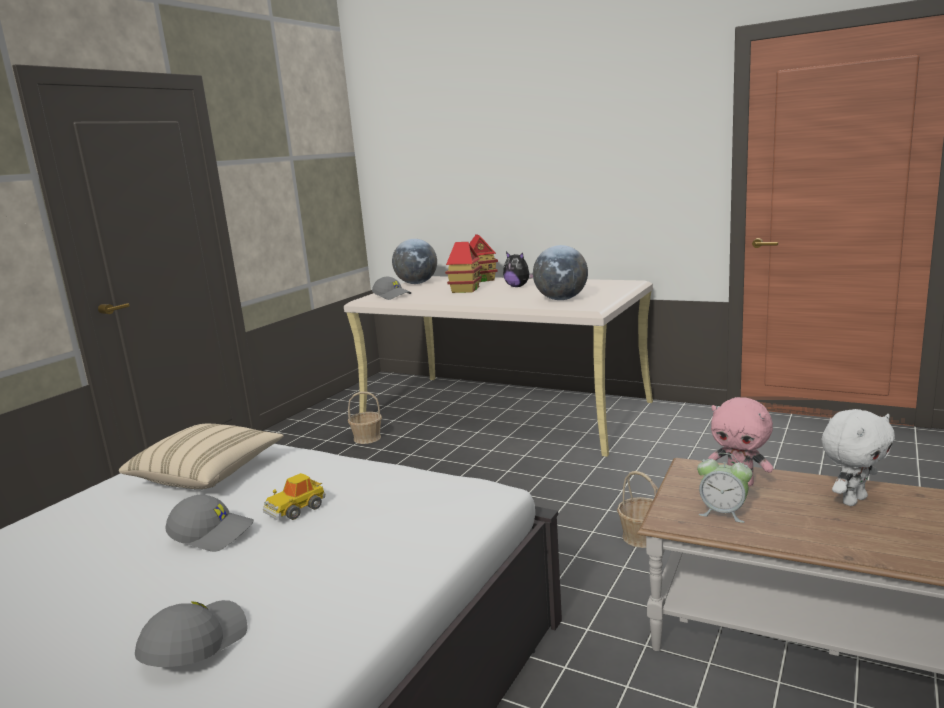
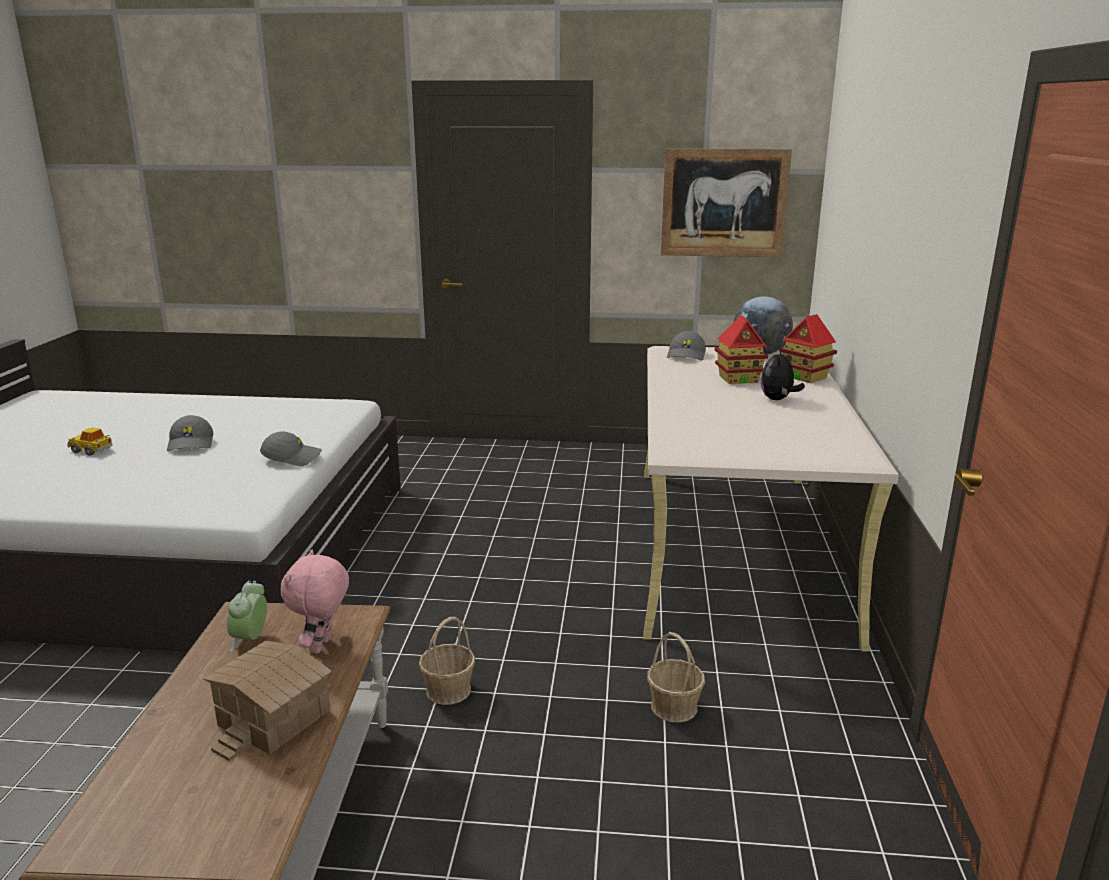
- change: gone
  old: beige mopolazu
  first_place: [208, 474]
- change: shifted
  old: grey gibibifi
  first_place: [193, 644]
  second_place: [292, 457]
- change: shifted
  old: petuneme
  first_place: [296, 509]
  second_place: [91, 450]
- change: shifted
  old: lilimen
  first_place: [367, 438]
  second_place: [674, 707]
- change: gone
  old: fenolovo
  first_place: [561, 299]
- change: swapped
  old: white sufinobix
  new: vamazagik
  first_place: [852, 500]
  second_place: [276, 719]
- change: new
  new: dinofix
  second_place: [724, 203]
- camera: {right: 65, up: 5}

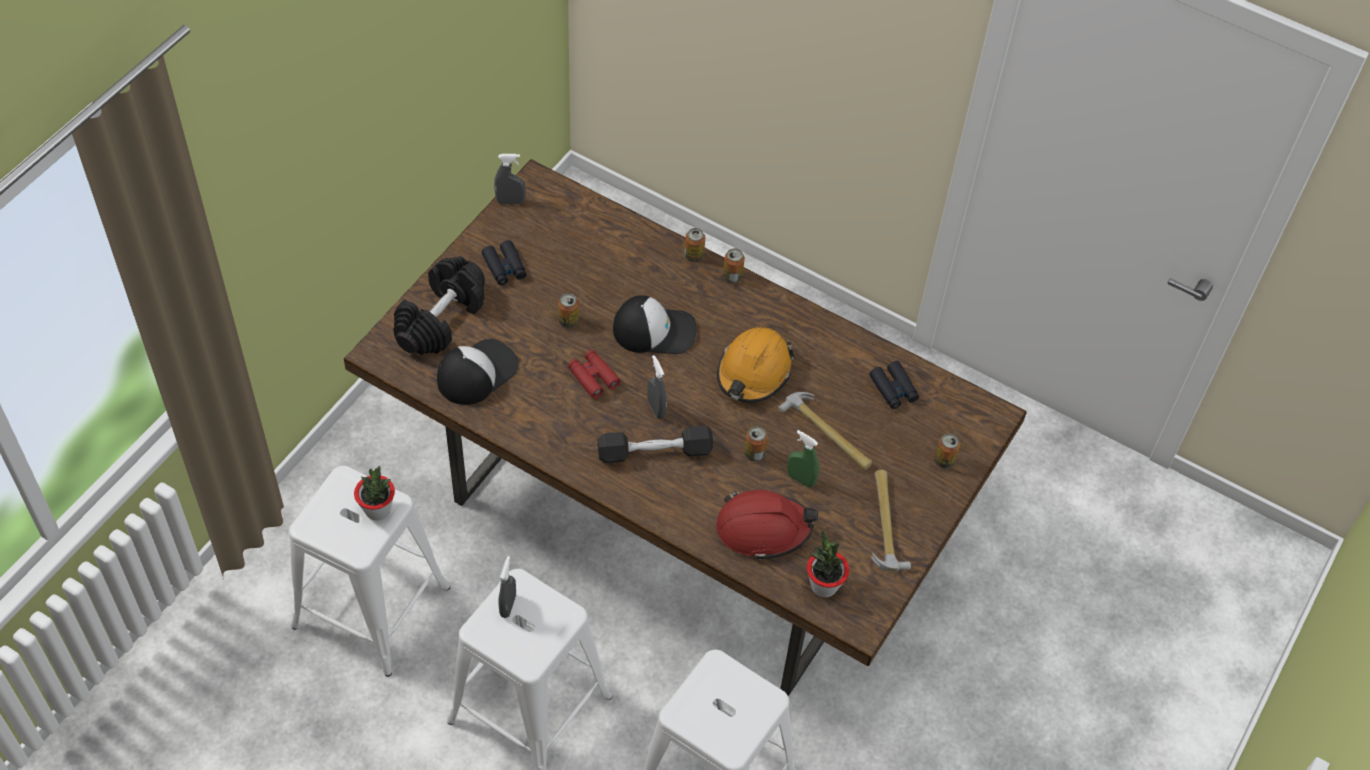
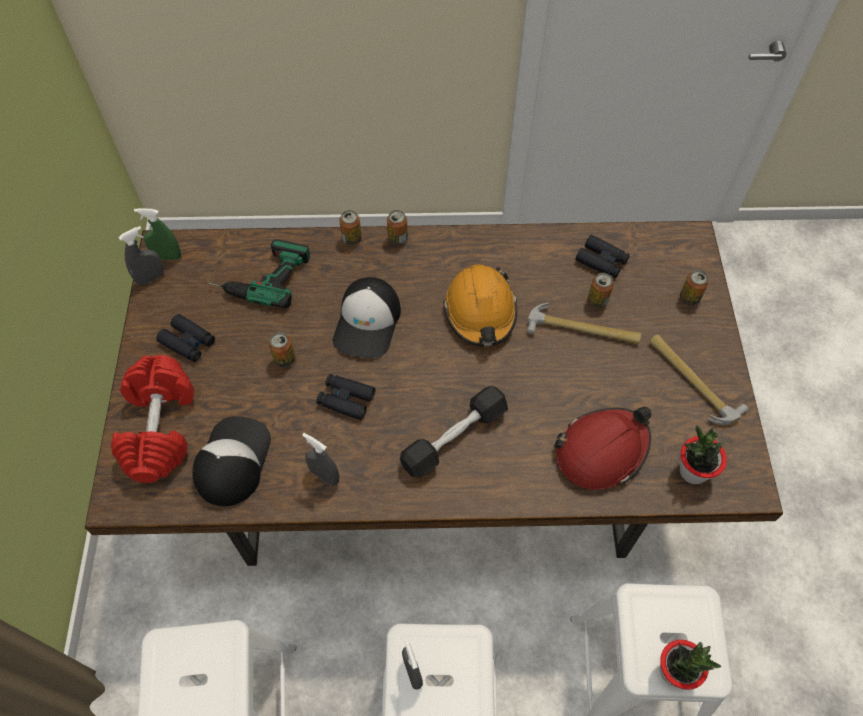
- change: shifted
  old: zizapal
  first_place: [377, 510]
  second_place: [674, 671]
- change: repainted
  old: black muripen
  new: red muripen
  first_place: [441, 320]
  second_place: [161, 428]
- change: repainted
  old: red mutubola
  new: black mutubola
  first_place: [593, 377]
  second_place: [346, 399]
- change: rotated
  old: gibibifi
  first_place: [655, 330]
  second_place: [368, 323]
  degrees: 135
- change: shifted
  old: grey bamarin
  first_place: [656, 408]
  second_place: [324, 476]
- change: shifted
  old: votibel
  first_place: [754, 453]
  second_place: [597, 301]
- change: shifted
  old: green bamarin
  first_place: [801, 479]
  second_place: [167, 256]
- change: new
  new: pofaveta
  second_place: [259, 275]
- camera: {right: -30, up: 5}

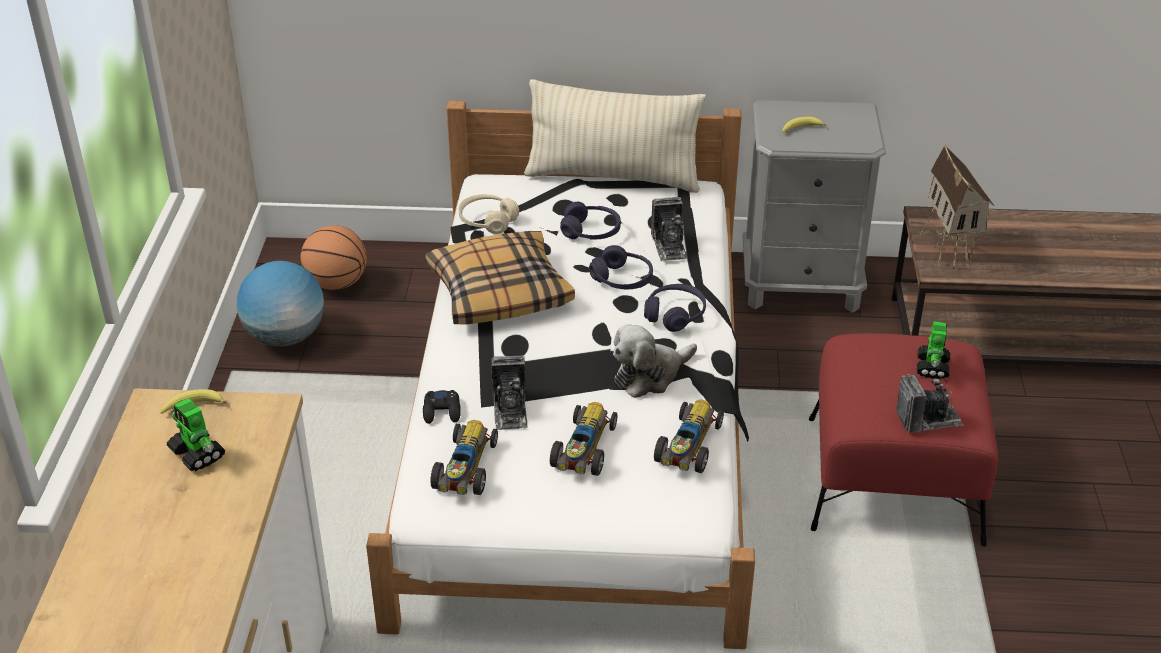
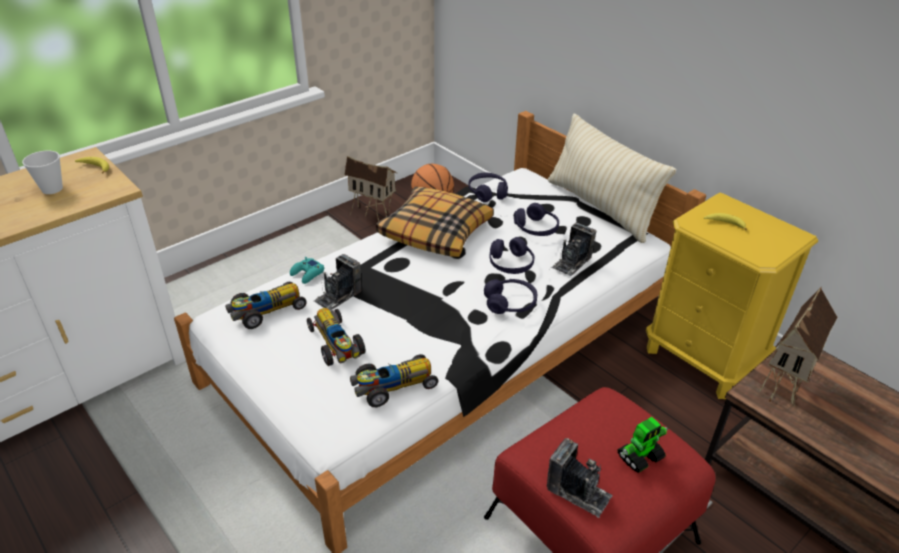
- change: swapped
  old: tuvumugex
  new: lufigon
  first_place: [197, 454]
  second_place: [52, 189]
- change: swapped
  old: fenolovo
  new: vamazagik
  first_place: [286, 337]
  second_place: [373, 214]
- change: repainted
  old: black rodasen
  new: turquoise rodasen
  first_place: [442, 411]
  second_place: [307, 274]
- change: repainted
  old: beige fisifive
  new: purple fisifive
  first_place: [487, 221]
  second_place: [487, 193]
- change: rotated
  old: petuneme
  first_place: [584, 451]
  second_place: [336, 345]
  degrees: -90
- change: gone
  old: sufinobix
  first_place: [650, 375]
- change: repainted
  old: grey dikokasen
  new: yellow dikokasen
  first_place: [801, 285]
  second_place: [703, 358]
- camera: {right: 45, up: 0}

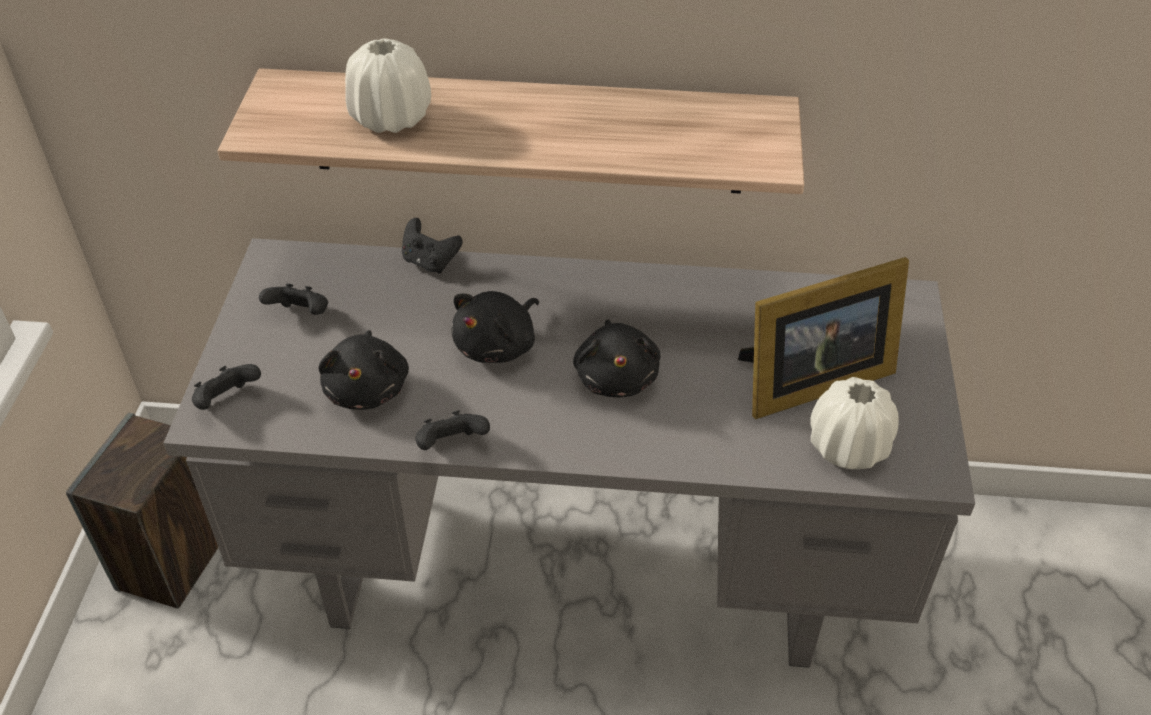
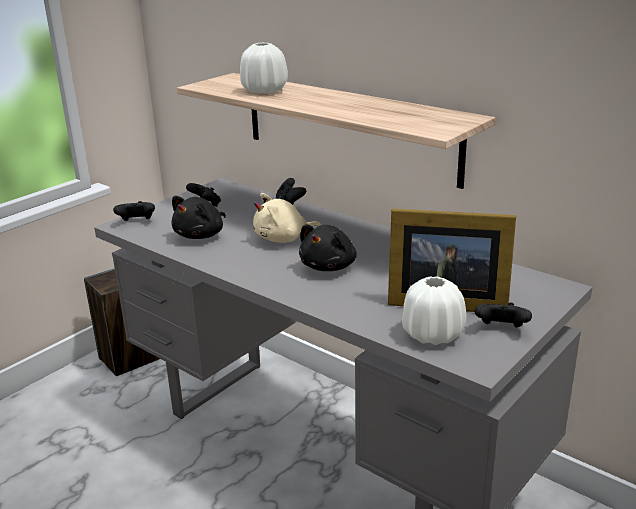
- change: shifted
  old: black rodasen
  first_place: [452, 445]
  second_place: [501, 329]
- change: repainted
  old: black sufinobix
  new: beige sufinobix
  first_place: [498, 345]
  second_place: [283, 239]
- camera: {right: 35, up: -20}

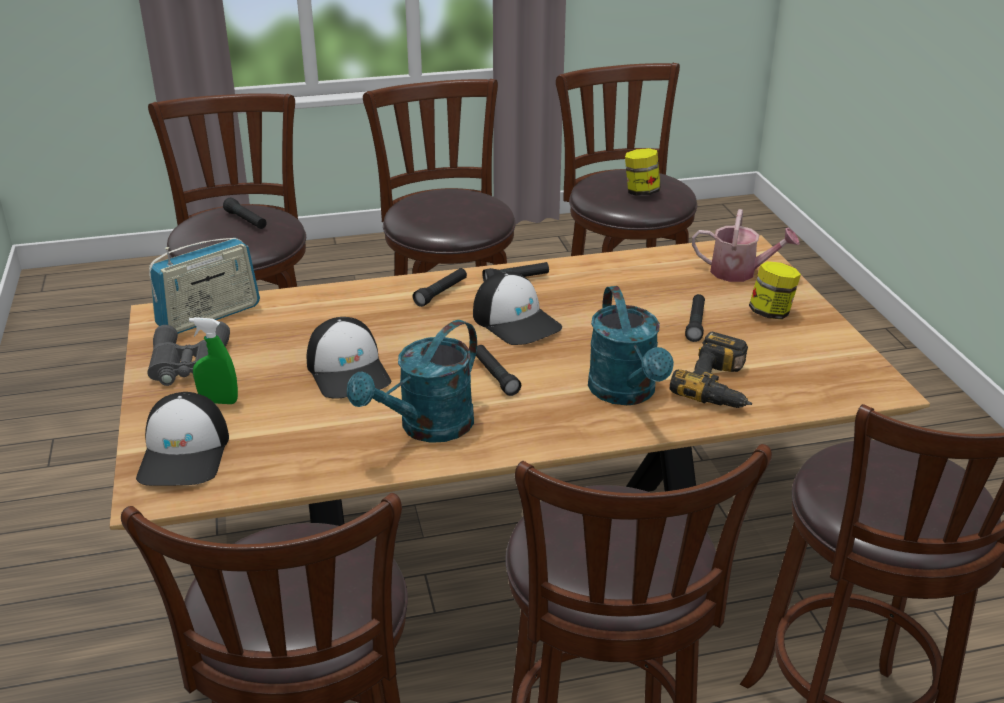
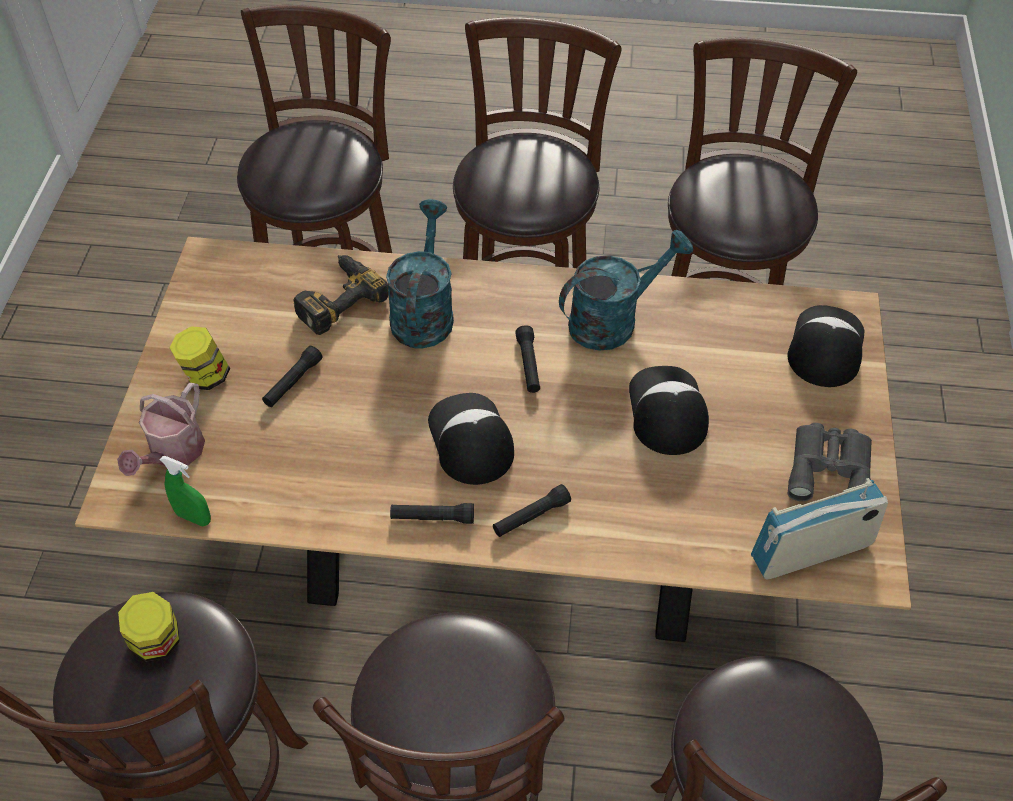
- change: shifted
  old: green bamarin
  first_place: [219, 401]
  second_place: [194, 517]
- change: gone
  old: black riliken
  first_place: [246, 220]
- change: rotated
  old: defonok
  first_place: [740, 272]
  second_place: [173, 453]
  degrees: -105
- camera: {right: -160, up: 20}

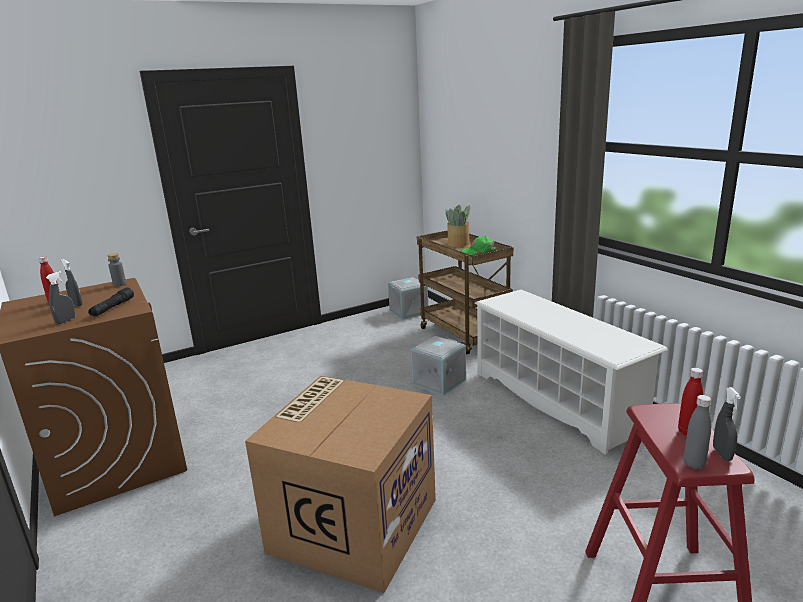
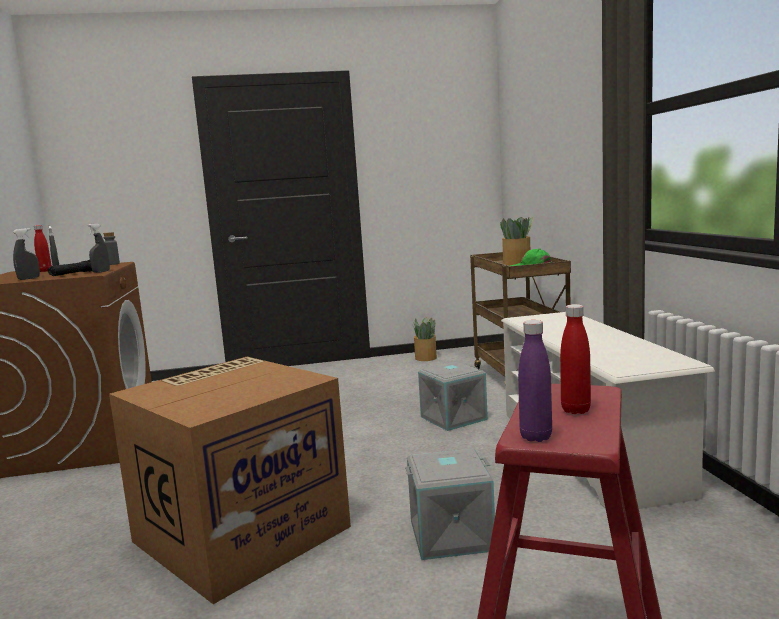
- change: shifted
  old: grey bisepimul
  first_place: [409, 312]
  second_place: [451, 536]
- change: repainted
  old: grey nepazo
  new: purple nepazo
  first_place: [694, 464]
  second_place: [536, 437]
- change: shifted
  old: grey bamarin
  first_place: [722, 454]
  second_place: [101, 271]
- change: new
  new: zizapal
  second_place: [426, 357]
- camera: {right: 20, up: -10}

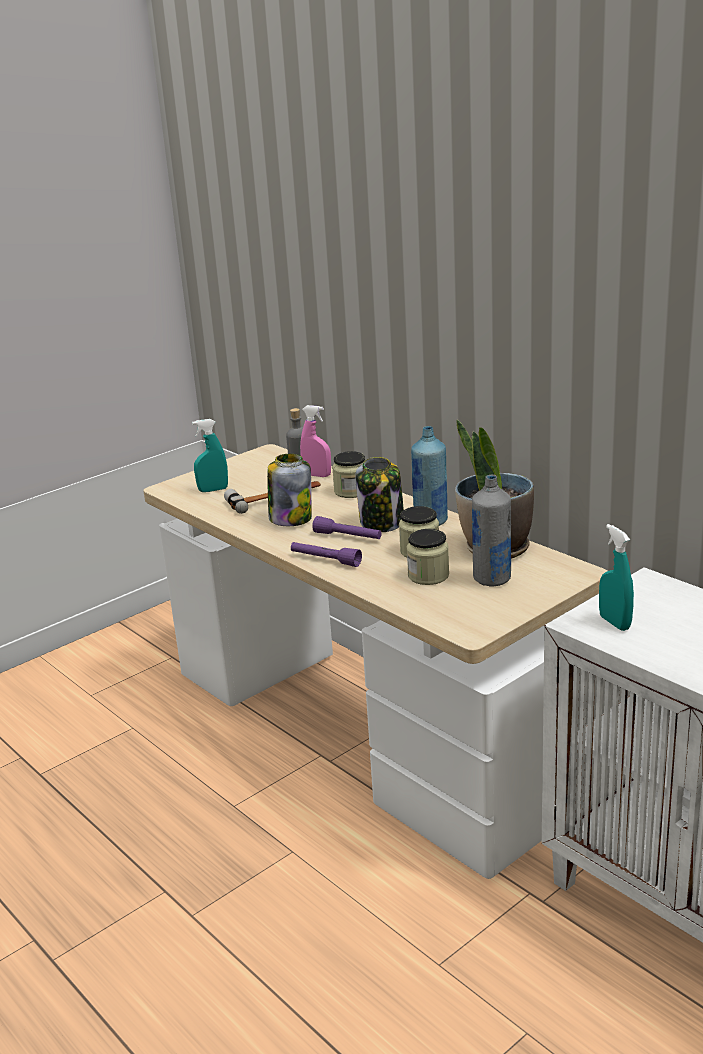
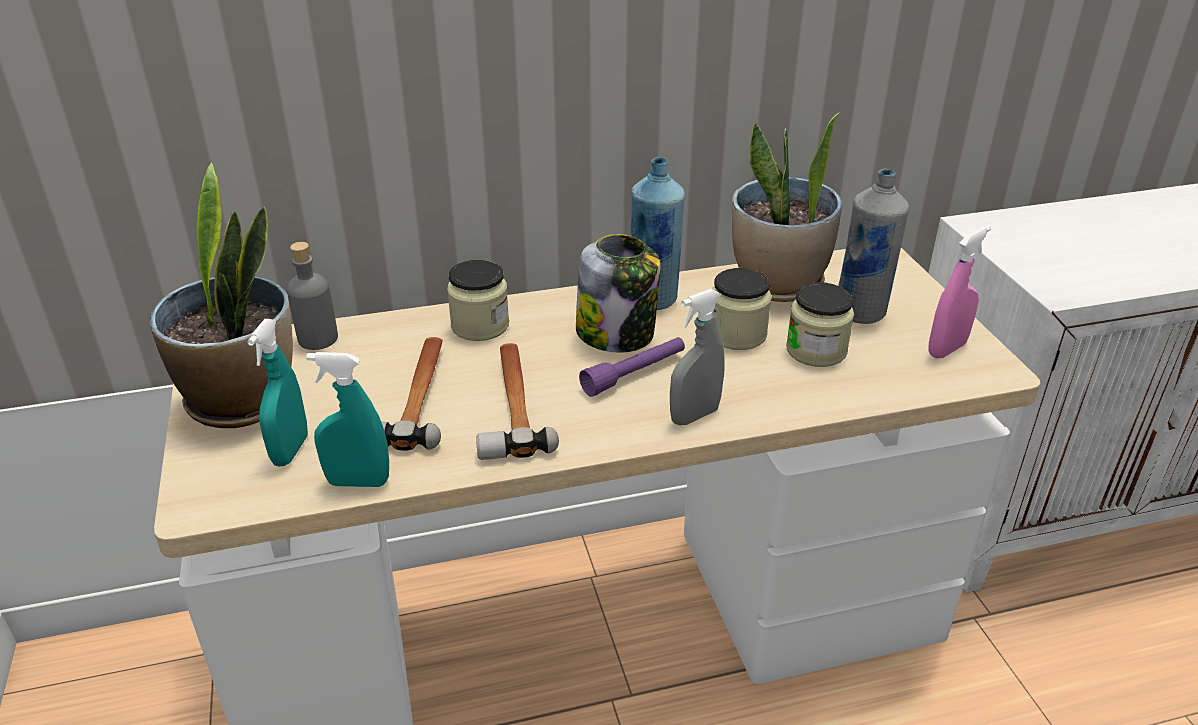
- change: swapped
  old: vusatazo
  new: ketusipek
  first_place: [290, 518]
  second_place: [511, 404]
- change: swapped
  old: purple riliken
  new: grey bamarin
  first_place: [325, 560]
  second_place: [694, 416]
- change: shifted
  old: pink bamarin
  first_place: [317, 475]
  second_place: [946, 349]
- change: shifted
  old: turquoise bamarin
  first_place: [614, 623]
  second_place: [358, 482]
- change: new
  new: zizapal
  second_place: [243, 401]
- camera: {right: -65, up: 10}

